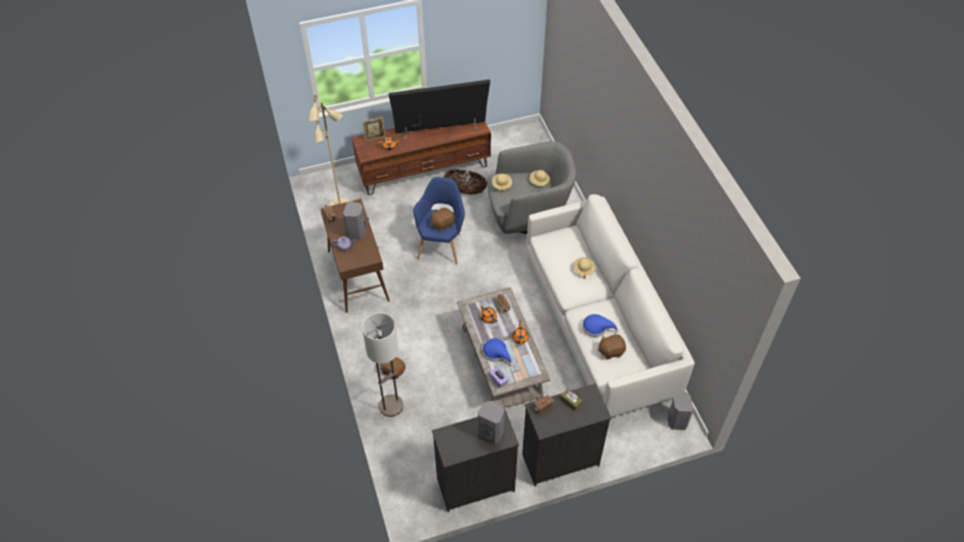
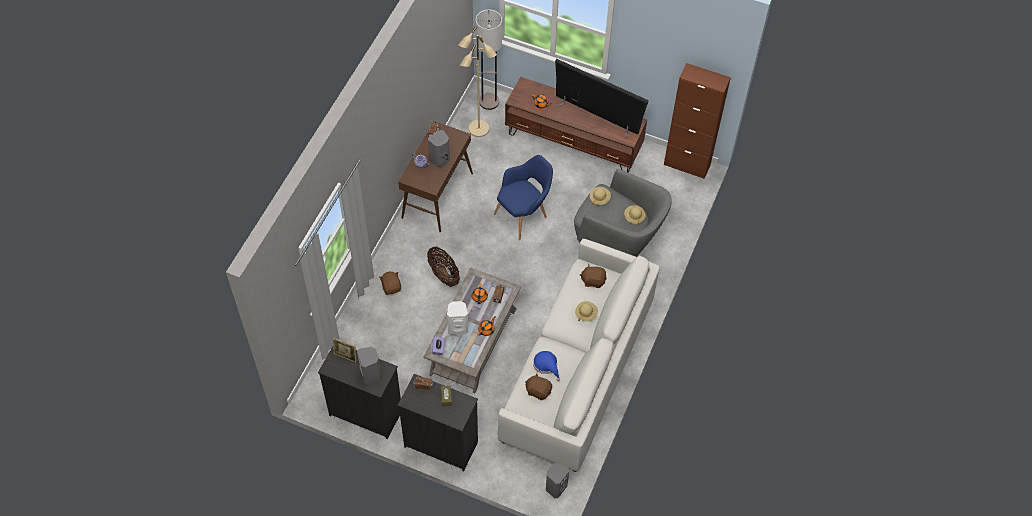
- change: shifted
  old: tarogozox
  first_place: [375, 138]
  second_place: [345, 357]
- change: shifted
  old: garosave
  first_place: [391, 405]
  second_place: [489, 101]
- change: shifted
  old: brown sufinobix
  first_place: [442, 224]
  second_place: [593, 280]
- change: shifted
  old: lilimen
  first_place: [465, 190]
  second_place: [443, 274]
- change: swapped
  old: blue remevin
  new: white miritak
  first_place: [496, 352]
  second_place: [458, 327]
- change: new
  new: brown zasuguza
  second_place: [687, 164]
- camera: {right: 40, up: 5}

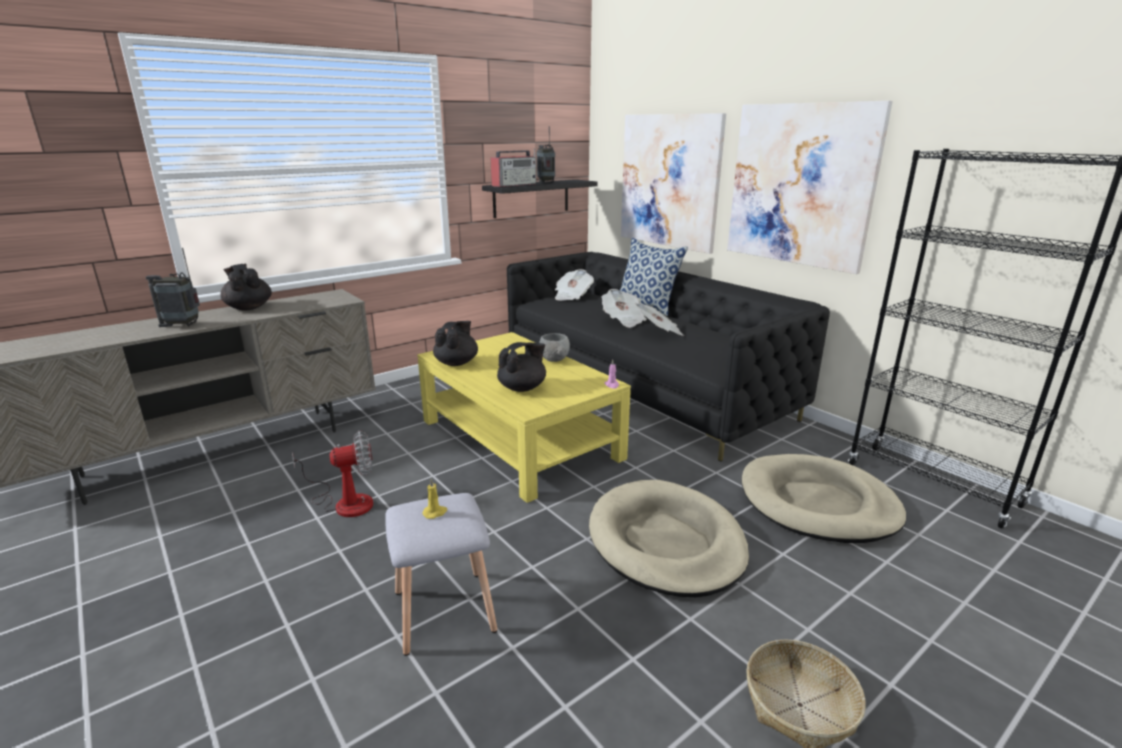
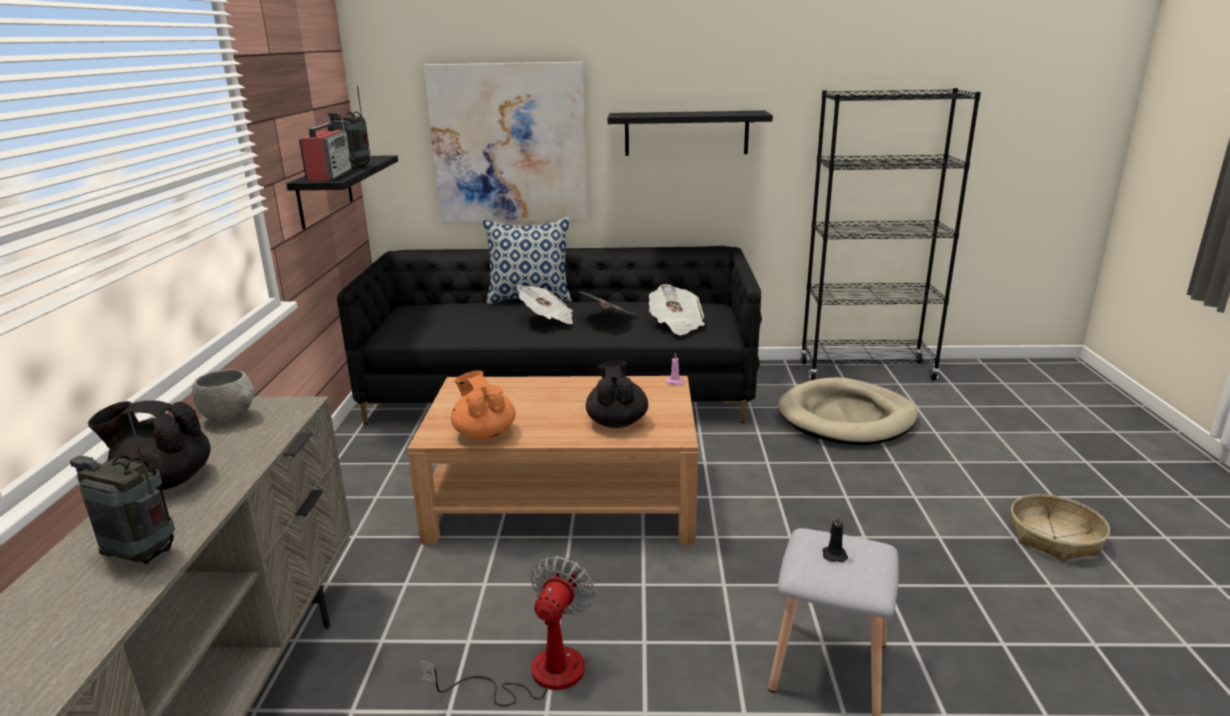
- change: rotated
  old: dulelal
  first_place: [183, 325]
  second_place: [142, 556]
  degrees: 75
- change: repainted
  old: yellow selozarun
  new: brown selozarun
  first_place: [520, 439]
  second_place: [566, 498]
- change: repainted
  old: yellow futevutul
  new: black futevutul
  first_place: [435, 512]
  second_place: [834, 554]
- change: repainted
  old: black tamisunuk
  new: orange tamisunuk
  first_place: [457, 363]
  second_place: [484, 433]
- change: shifted
  old: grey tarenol
  first_place: [554, 361]
  second_place: [230, 418]
- change: shifted
  old: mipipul
  first_place: [572, 296]
  second_place: [676, 325]
- change: gone
  old: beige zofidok
  first_place: [666, 542]
- change: swapped
  old: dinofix
  new: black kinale
  first_place: [800, 185]
  second_place: [686, 133]
- camera: {right: -50, up: 0}

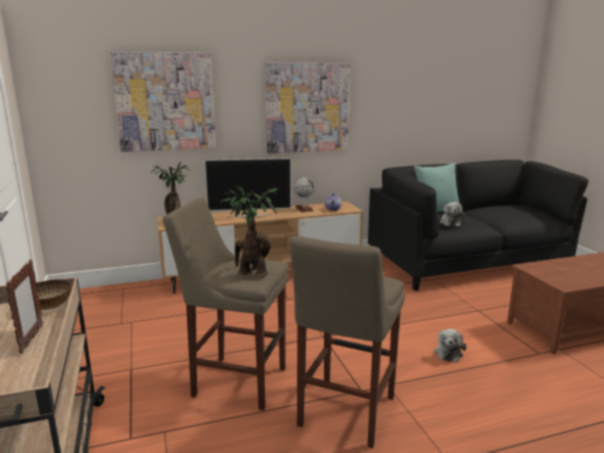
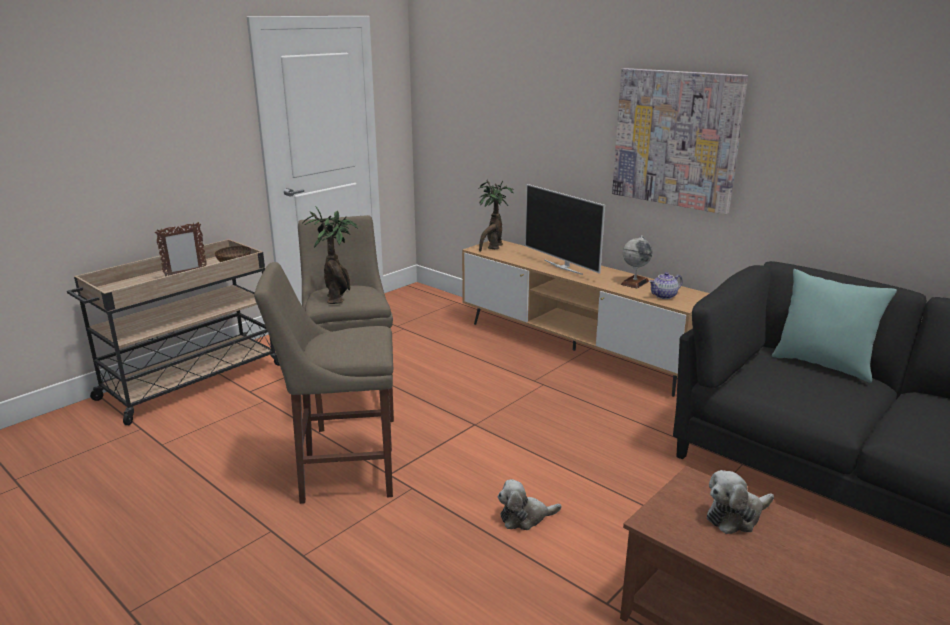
- change: gone
  old: dinofix
  first_place: [165, 101]
- change: shifted
  old: sufinobix
  first_place: [450, 222]
  second_place: [736, 516]
- camera: {right: 60, up: 5}

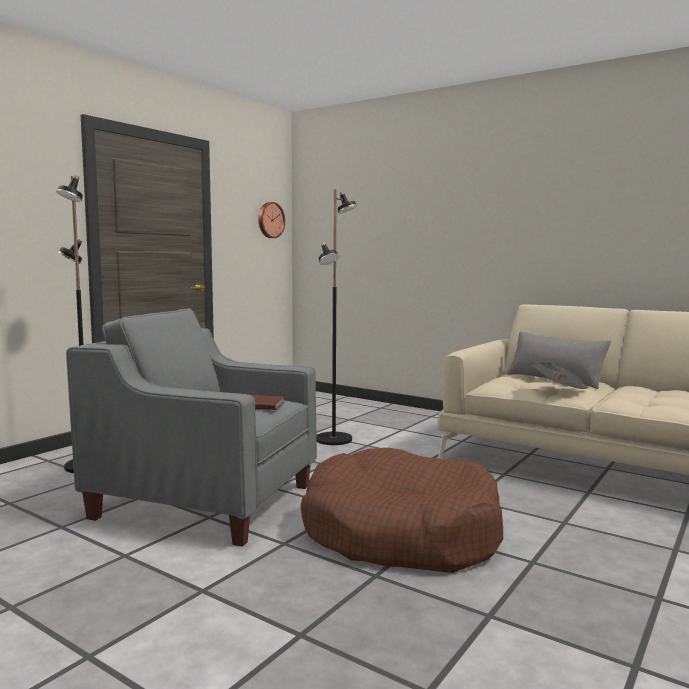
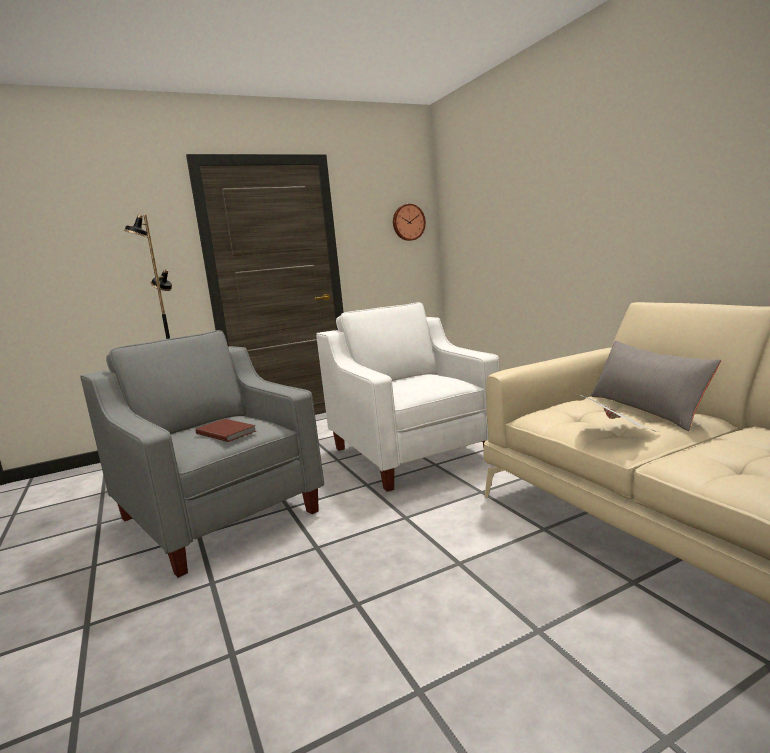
- change: gone
  old: brown zofidok
  first_place: [400, 533]
- change: swapped
  old: black garosave
  new: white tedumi
  first_place: [334, 439]
  second_place: [411, 453]
- camera: {right: 30, up: 5}

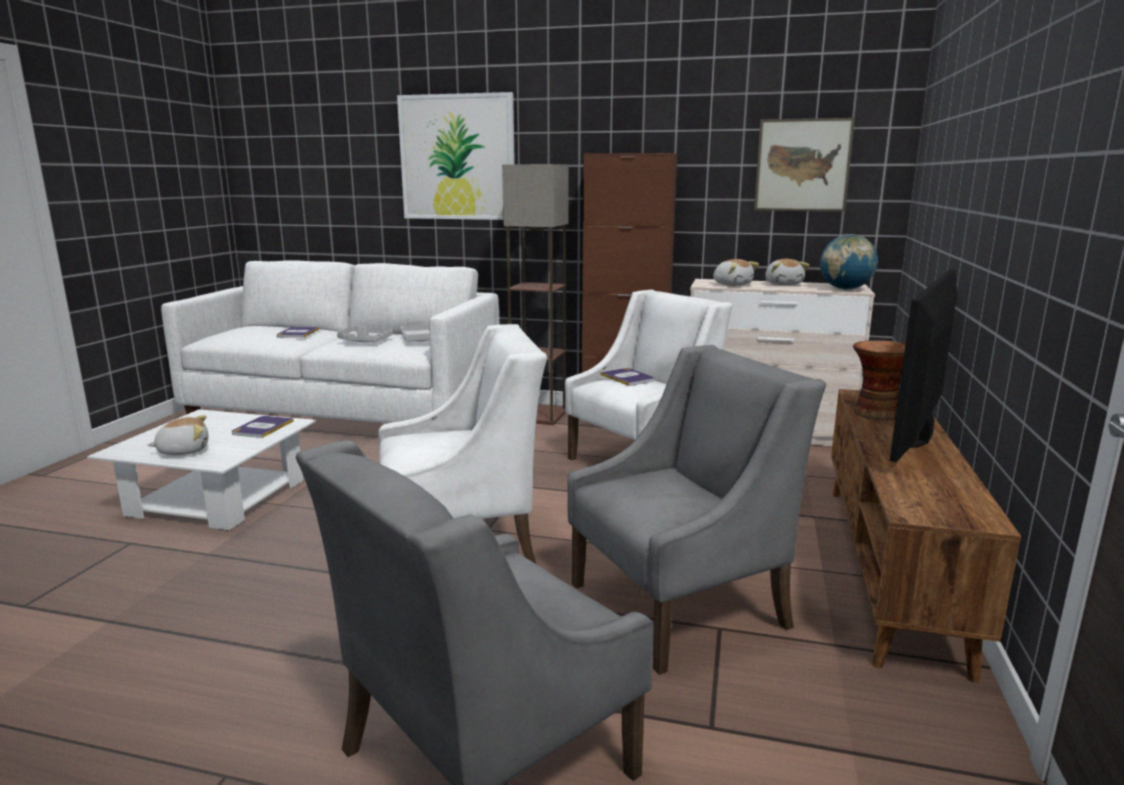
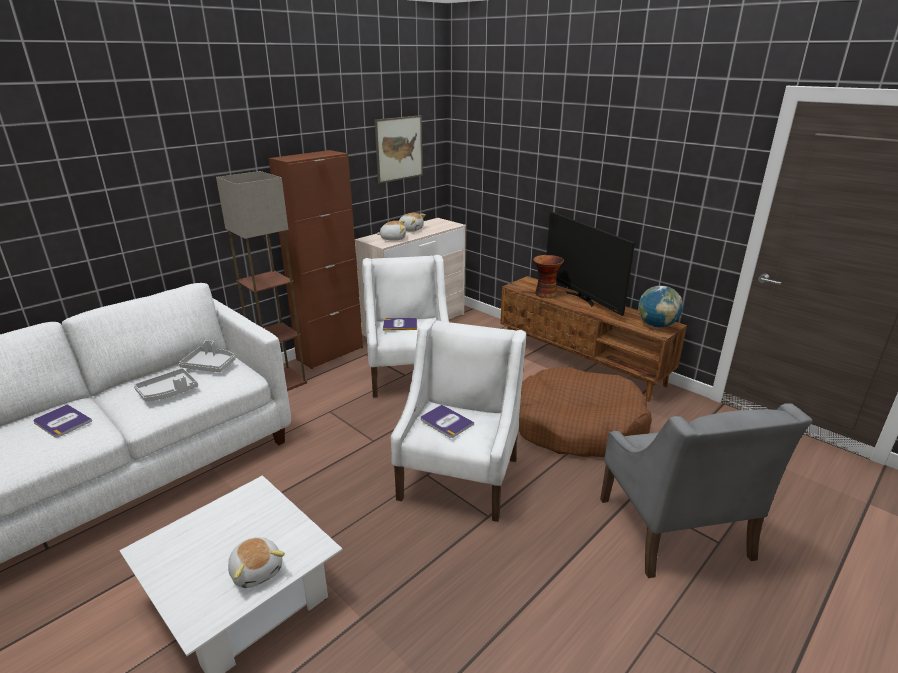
- change: rotated
  old: sufinobix
  first_place: [183, 451]
  second_place: [257, 570]
  degrees: 135
- change: shifted
  old: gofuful
  first_place: [262, 427]
  second_place: [446, 422]
- change: gone
  old: dinofix
  first_place: [457, 158]
- change: swapped
  old: grey tedumi
  new: brown zofidok
  first_place: [680, 604]
  second_place: [577, 427]
- change: shifted
  old: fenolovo
  first_place: [845, 289]
  second_place: [656, 325]
- camera: {right: -60, up: 10}

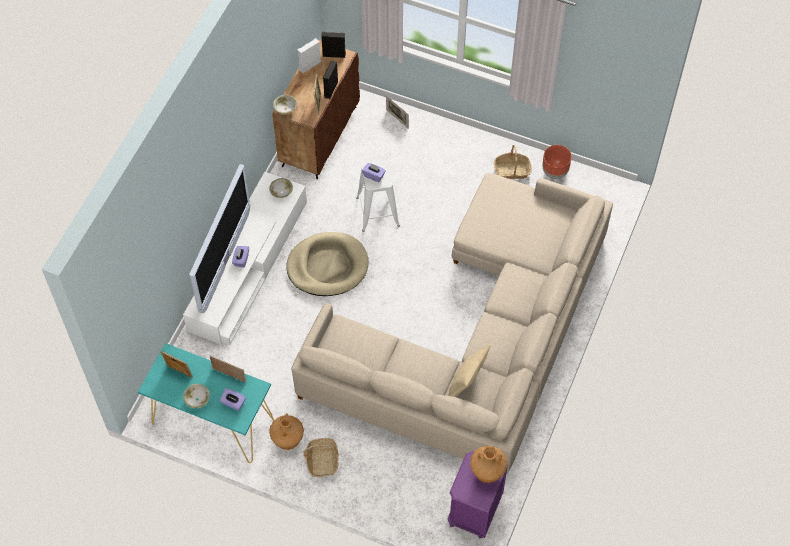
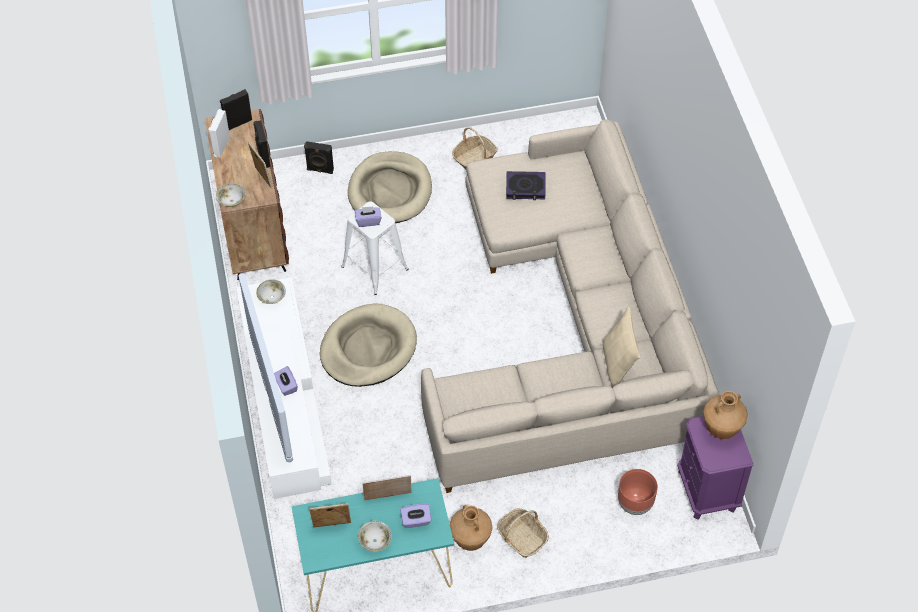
- change: swapped
  old: tarogozox
  new: black miritak
  first_place: [397, 119]
  second_place: [320, 170]
- change: shifted
  old: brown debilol
  first_place: [554, 172]
  second_place: [635, 504]
- change: new
  new: beige zofidok
  second_place: [390, 191]
- change: new
  new: gofuful
  second_place: [525, 188]
- camera: {right: -35, up: -5}

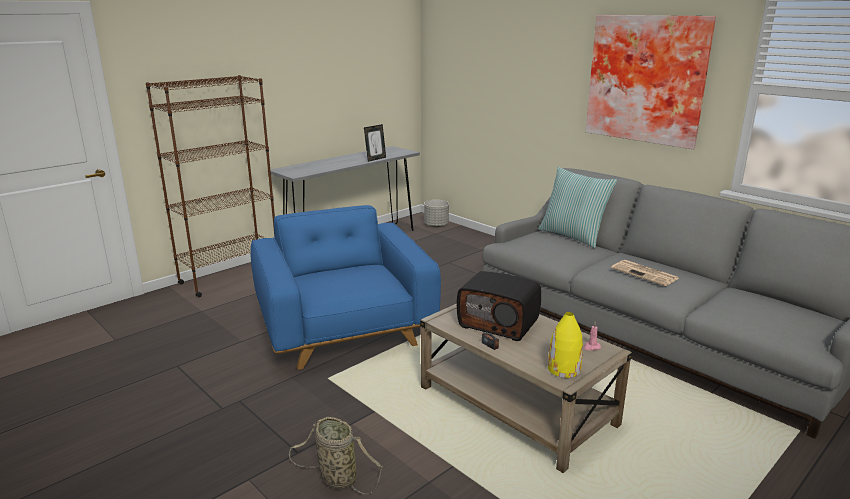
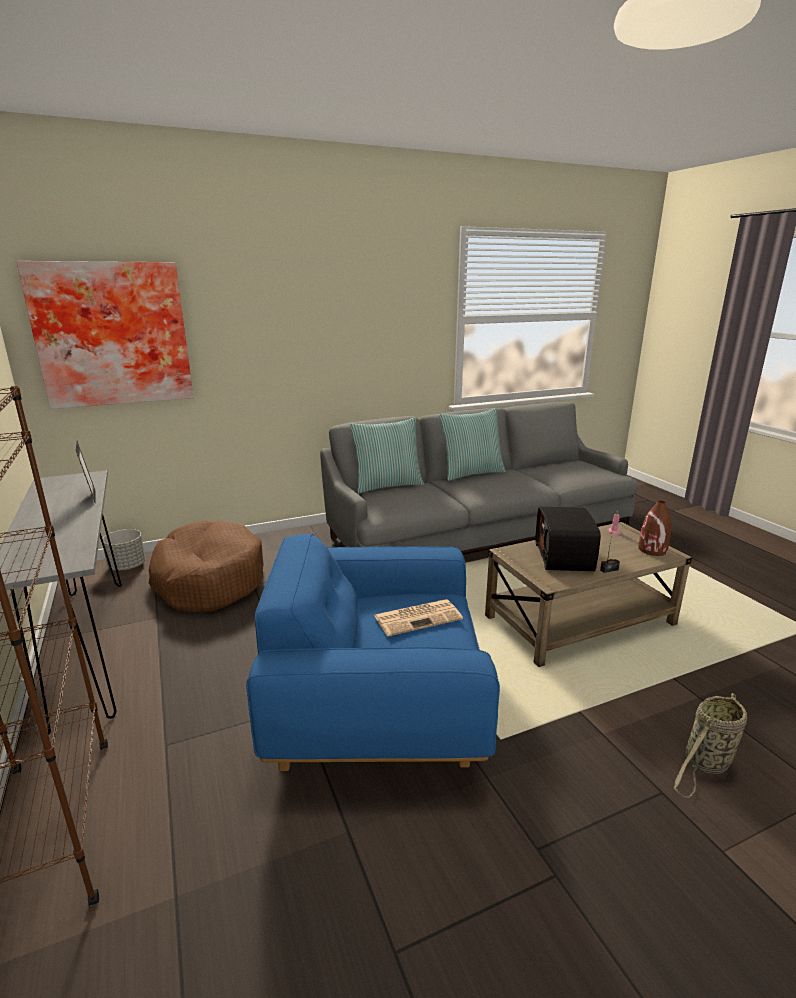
- change: rotated
  old: dulelal
  first_place: [499, 323]
  second_place: [565, 557]
  degrees: 135
- change: repainted
  old: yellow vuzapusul
  new: brown vuzapusul
  first_place: [563, 369]
  second_place: [652, 550]
- change: shifted
  old: dinofix
  first_place: [647, 79]
  second_place: [113, 334]
- change: shifted
  old: mipipul
  first_place: [645, 273]
  second_place: [418, 617]
- change: new
  new: brown zofidok
  second_place: [209, 580]
- change: new
  new: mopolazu
  second_place: [471, 473]
- camera: {right: -70, up: 0}

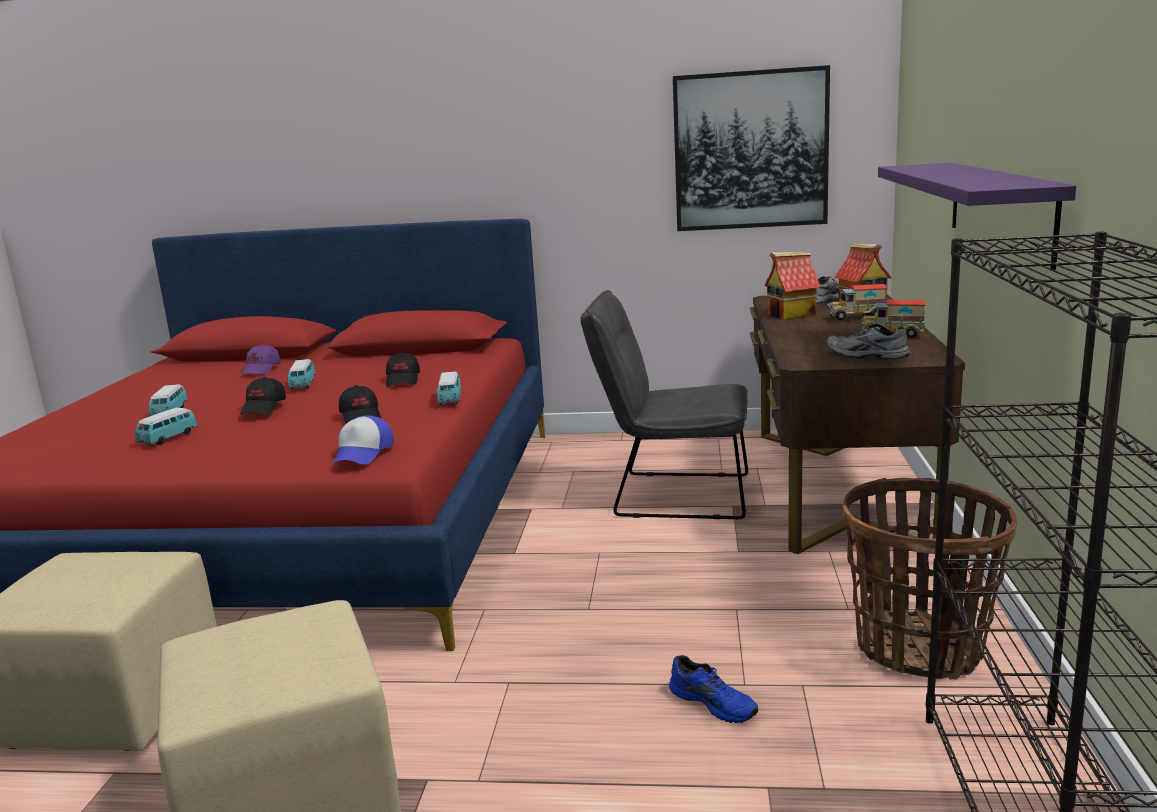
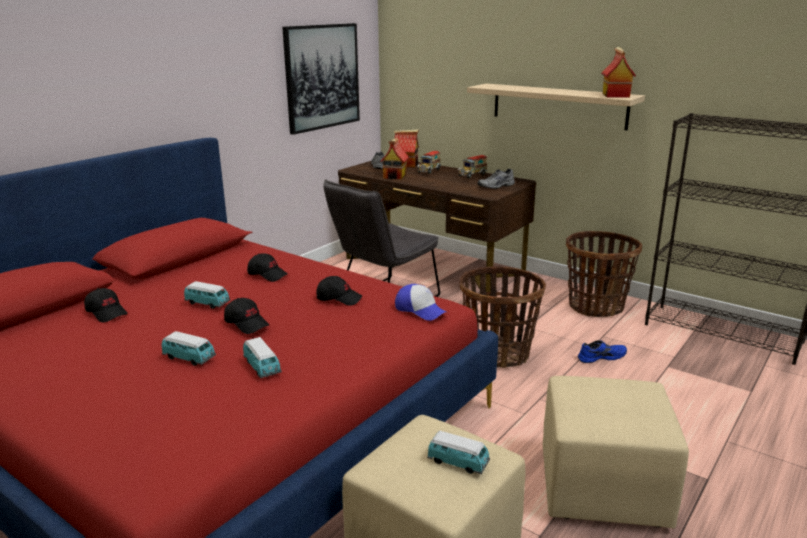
- change: repainted
  old: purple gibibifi
  new: black gibibifi
  first_place: [262, 370]
  second_place: [107, 313]
- change: shifted
  old: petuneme
  first_place: [450, 400]
  second_place: [458, 463]
- change: repainted
  old: purple kinale
  new: beige kinale
  first_place: [999, 208]
  second_place: [558, 106]
- change: new
  new: lilimen
  second_place: [498, 354]
- change: new
  new: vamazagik
  second_place: [615, 95]
- camera: {right: -60, up: 5}

